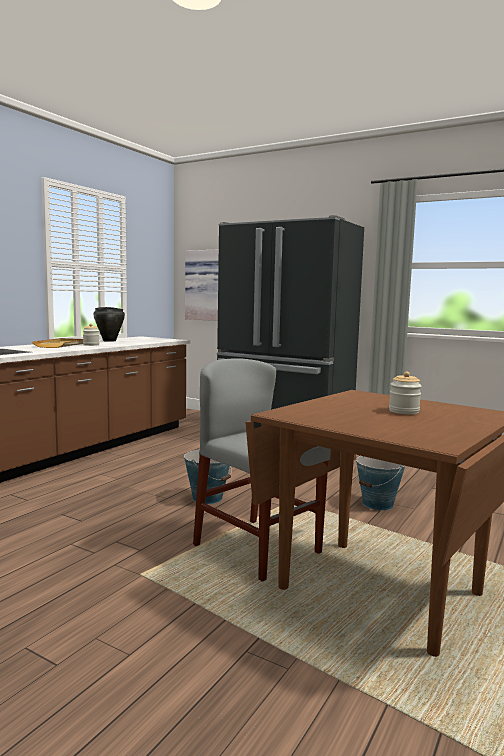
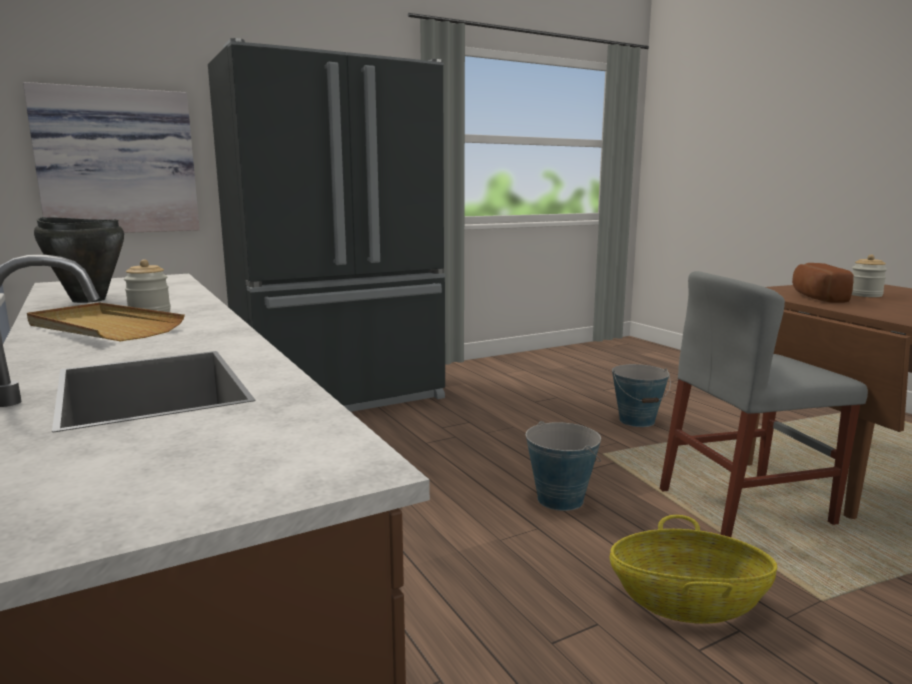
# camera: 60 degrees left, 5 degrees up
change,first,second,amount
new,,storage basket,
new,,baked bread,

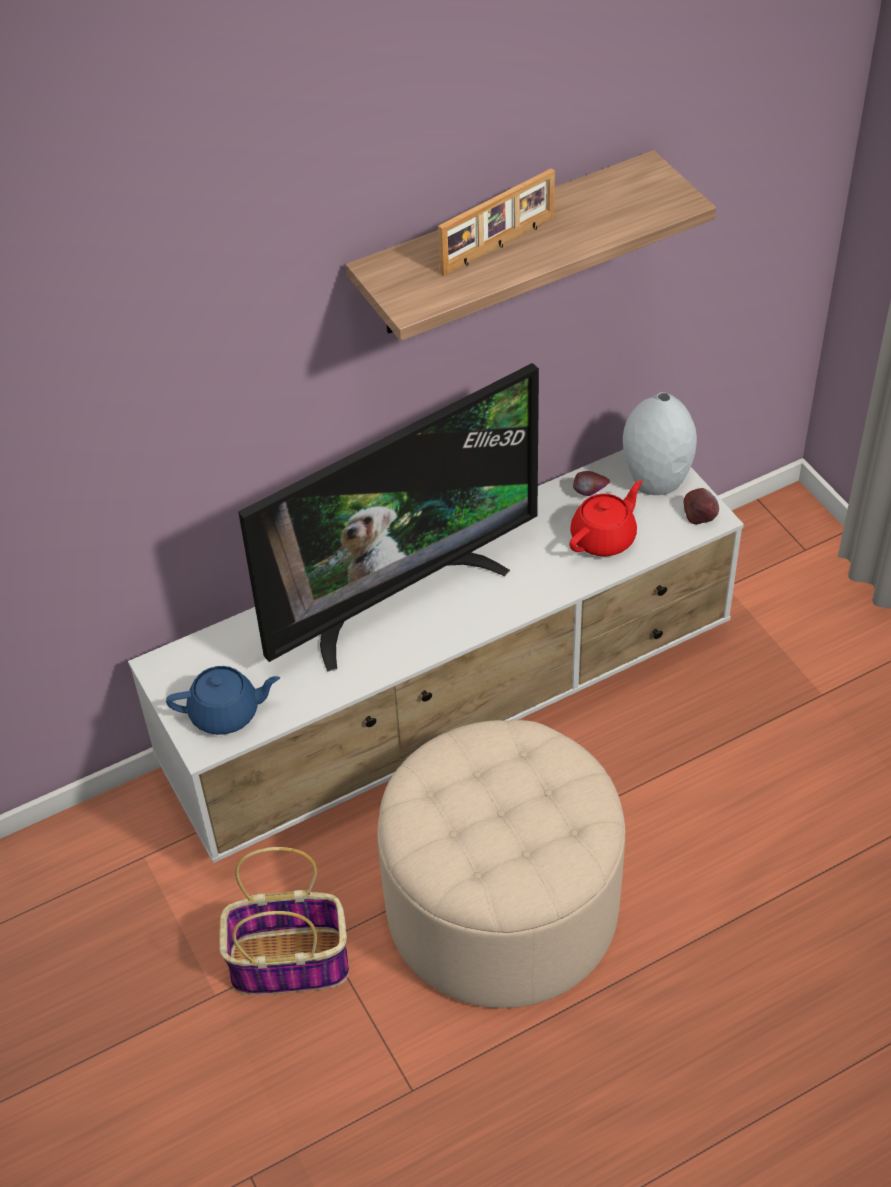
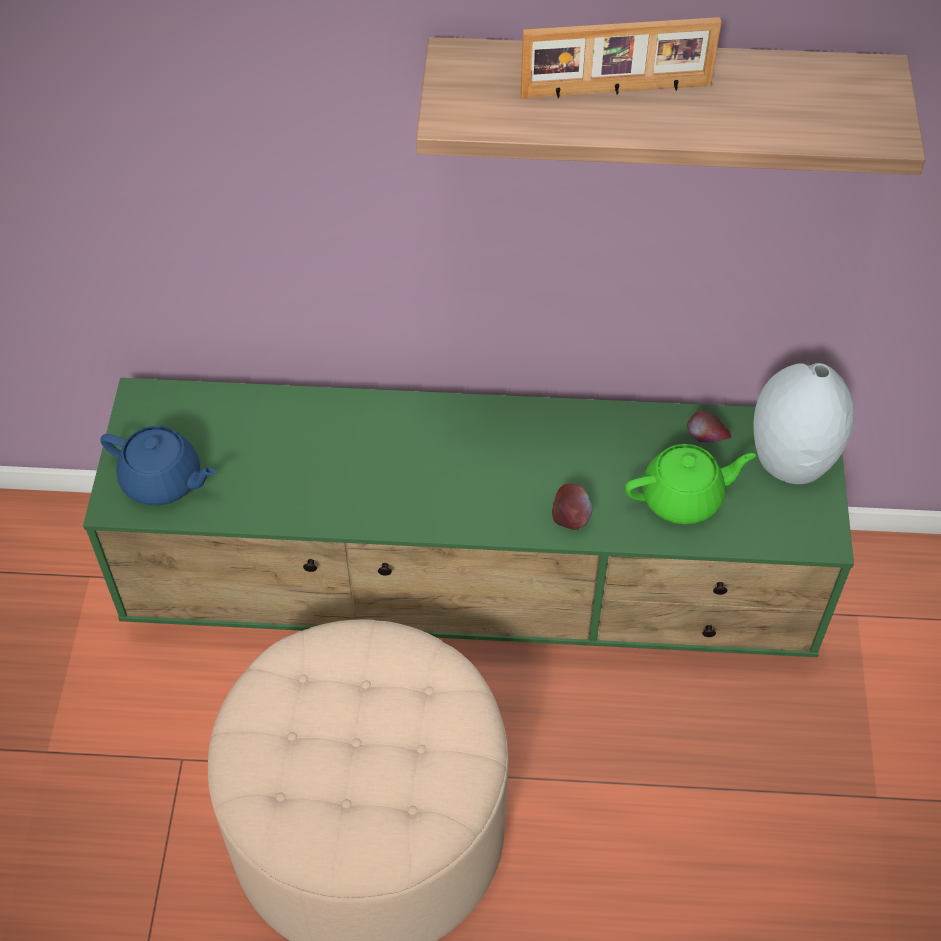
# camera: 30 degrees right, 5 degrees up
change,first,second,amount
repainted,white-coloured tv stand,green-coloured tv stand,
shifted,whole apple (no. 2 from left in the first image),whole apple (no. 1 from left),
repainted,red pot for tea,green-coloured pot for tea,
gone,storage basket,,
gone,TV,,

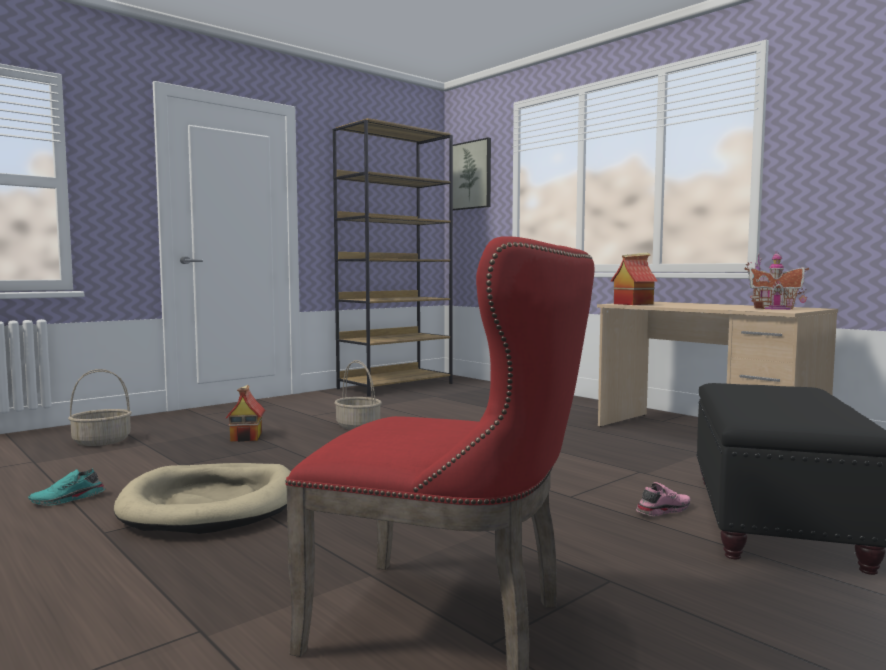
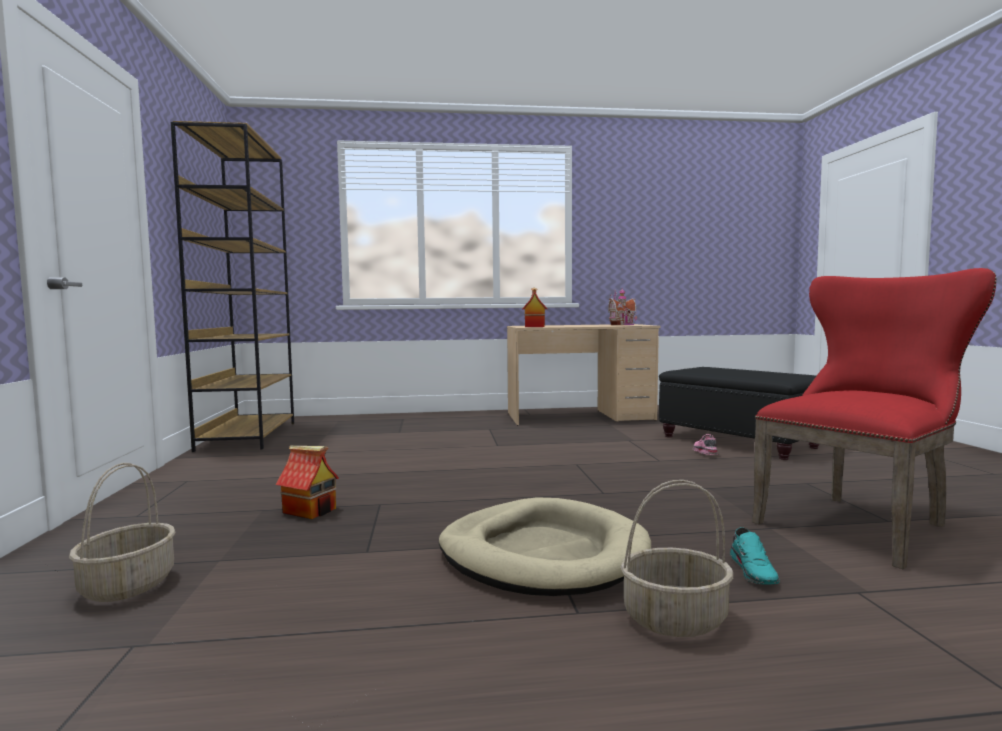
# camera: 55 degrees left, 0 degrees up
change,first,second,amount
shifted,storage basket (no. 2 from left),,
shifted,blue-green low shoe,,
gone,wall art,,

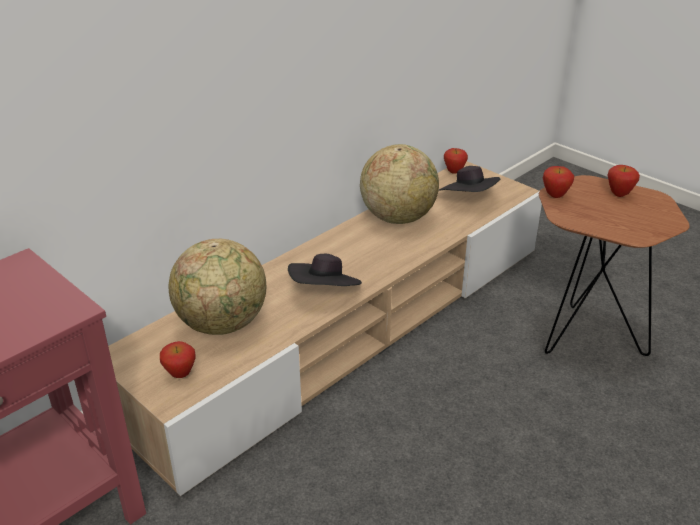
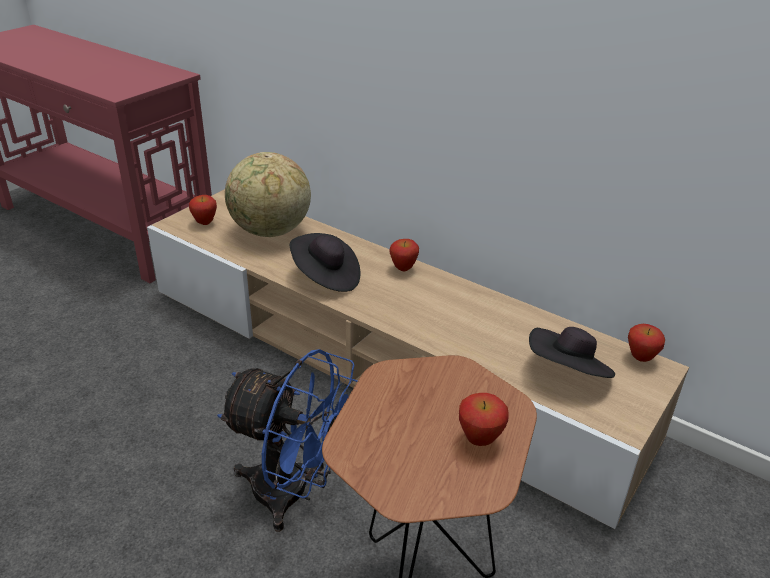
# camera: 80 degrees right, 0 degrees up
change,first,second,amount
new,,blue-coloured fan,
shifted,whole apple (no. 3 from left in the first image),whole apple (no. 2 from left),
gone,globe (no. 2 from left),,

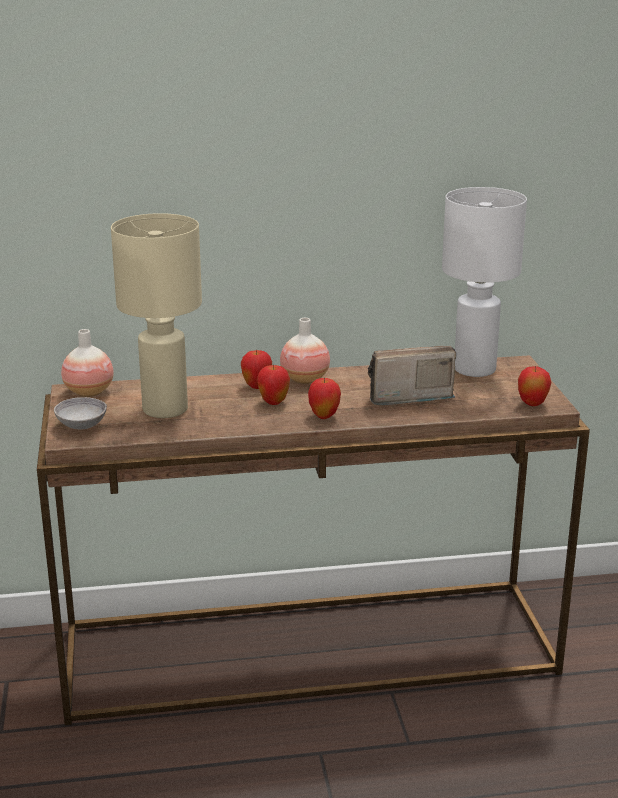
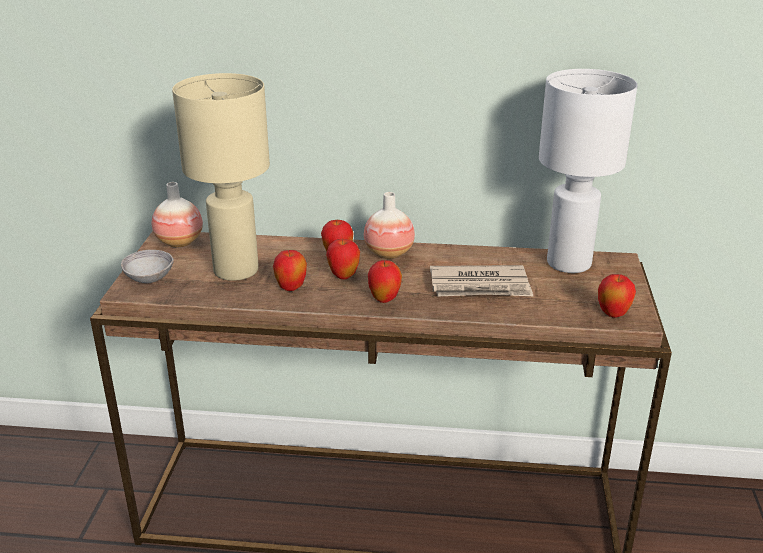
# camera: 15 degrees right, 5 degrees up
change,first,second,amount
new,,whole apple (no. 1 from left),
swapped,radio receiver,newspaper,

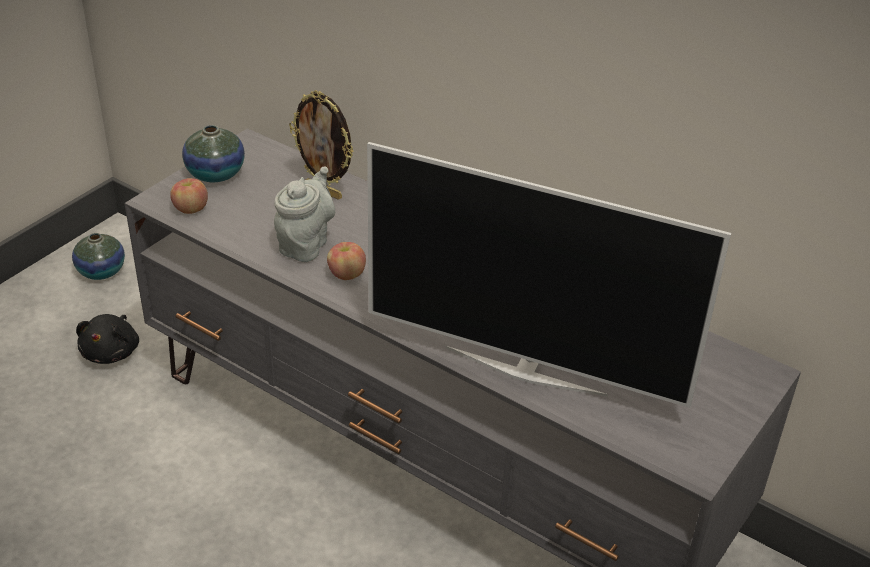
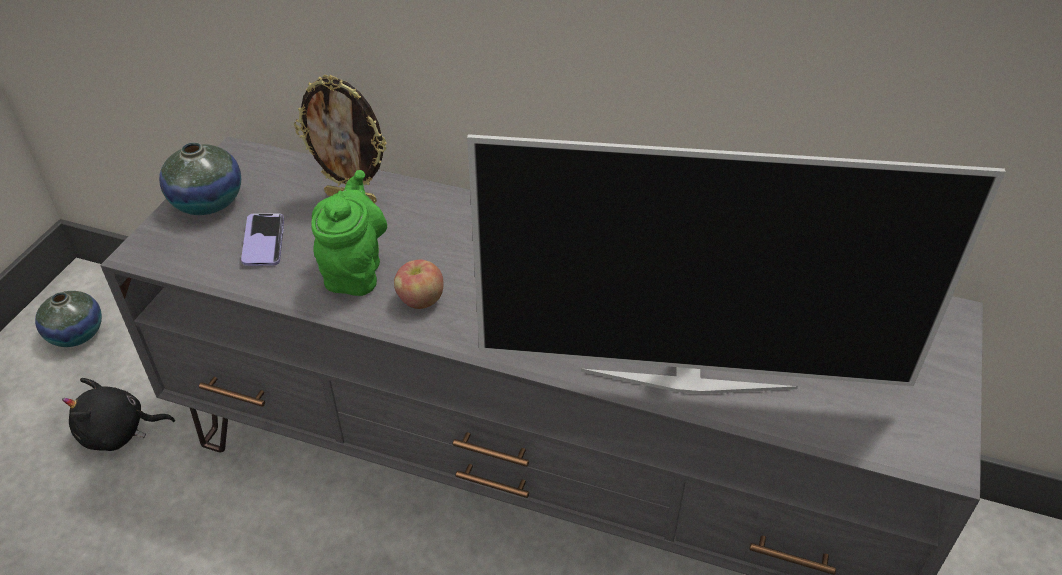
# camera: 15 degrees left, 5 degrees up
change,first,second,amount
rotated,blackish cuddly toy,,90 degrees clockwise
new,,telephone,
repainted,gray pot for tea,green-coloured pot for tea,
gone,whole apple (no. 1 from left),,

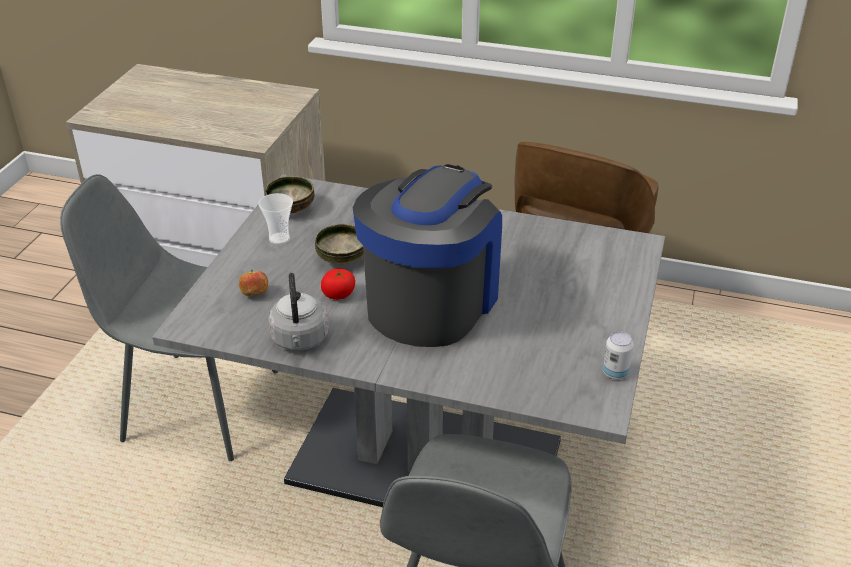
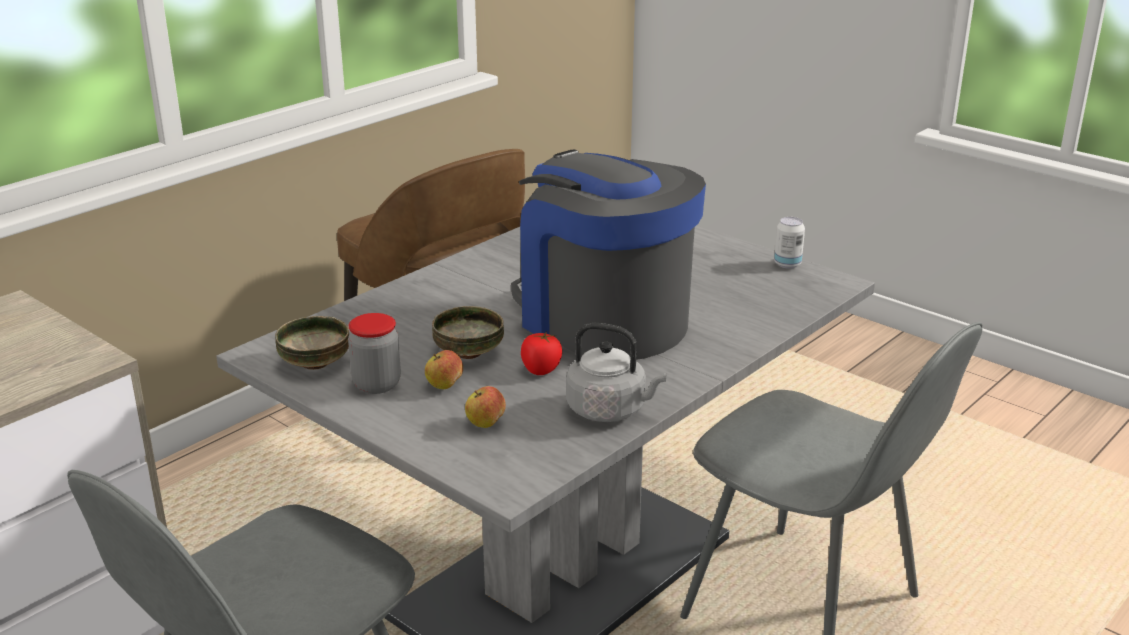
# camera: 65 degrees left, 10 degrees down
change,first,second,amount
swapped,cup,jar,
new,,whole apple (no. 1 from left),

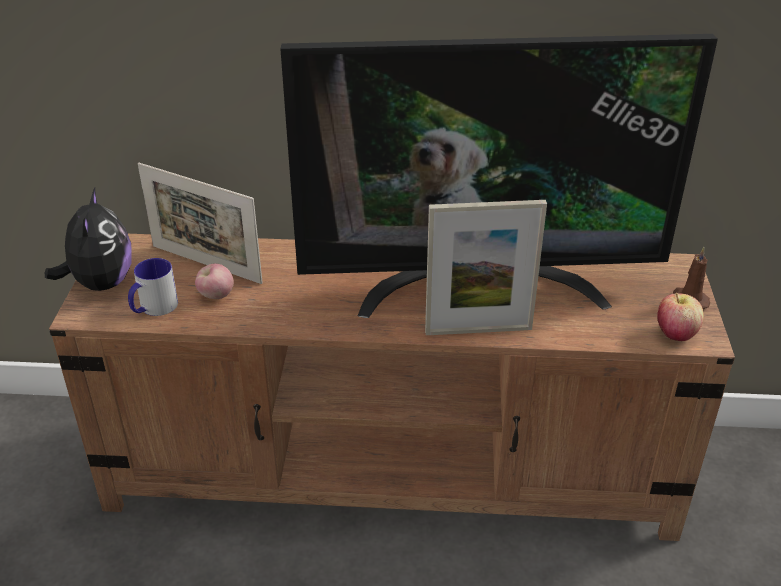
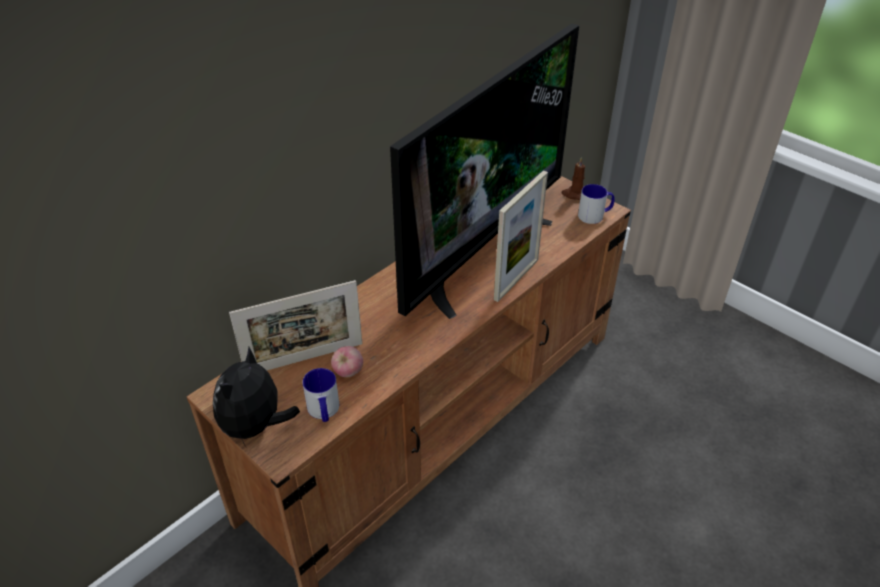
# camera: 50 degrees left, 5 degrees up
change,first,second,amount
rotated,cuddly toy,,105 degrees counterclockwise
swapped,whole apple (no. 2 from left),coffee mug (no. 2 from left),

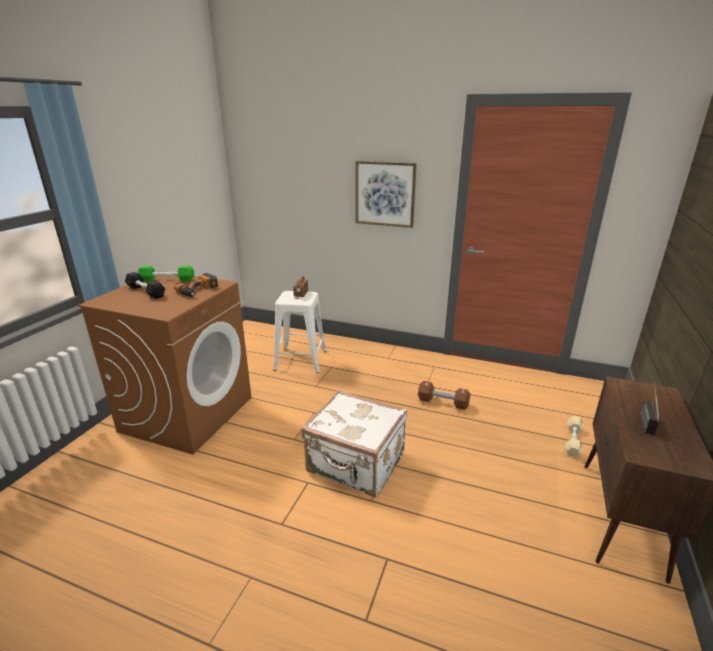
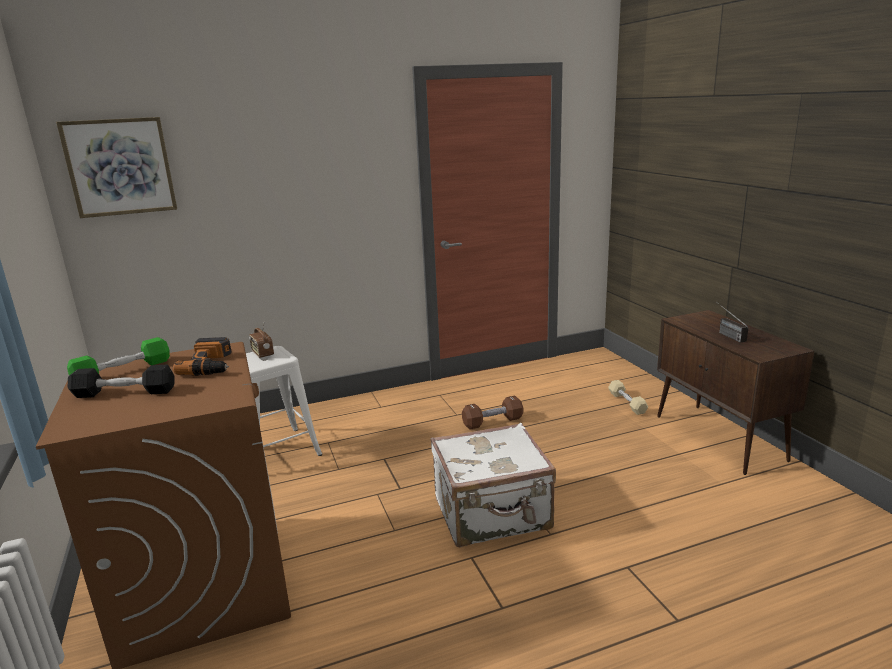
# camera: 40 degrees left, 5 degrees down
change,first,second,amount
shifted,wall art,,

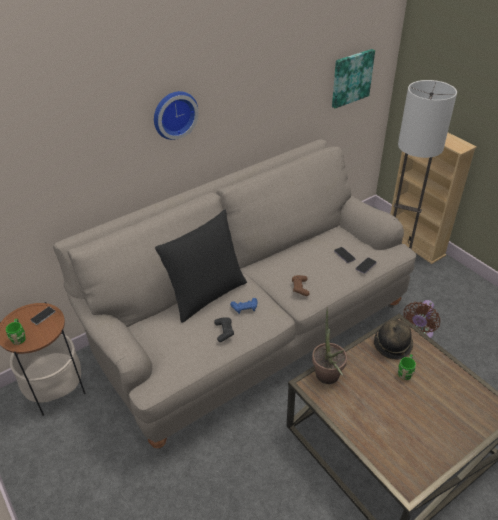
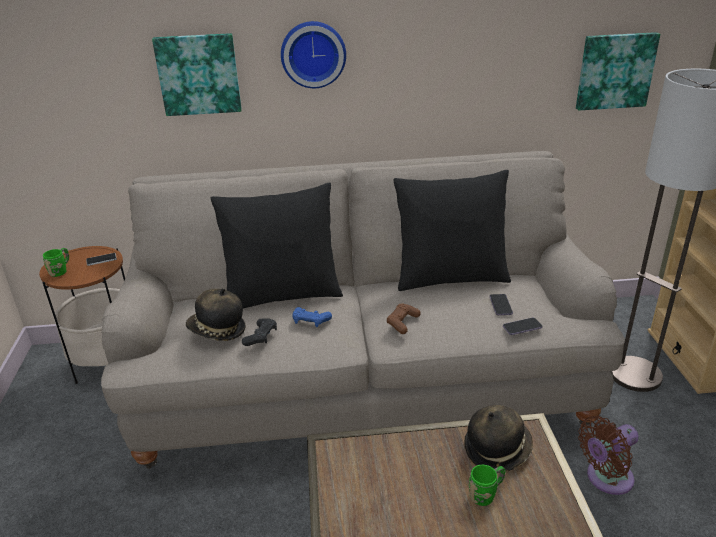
# camera: 30 degrees right, 10 degrees down
change,first,second,amount
new,,wall art (no. 1 from left),
new,,hat (no. 1 from left),
new,,blackish pillow (no. 2 from left),
gone,potted plant,,

